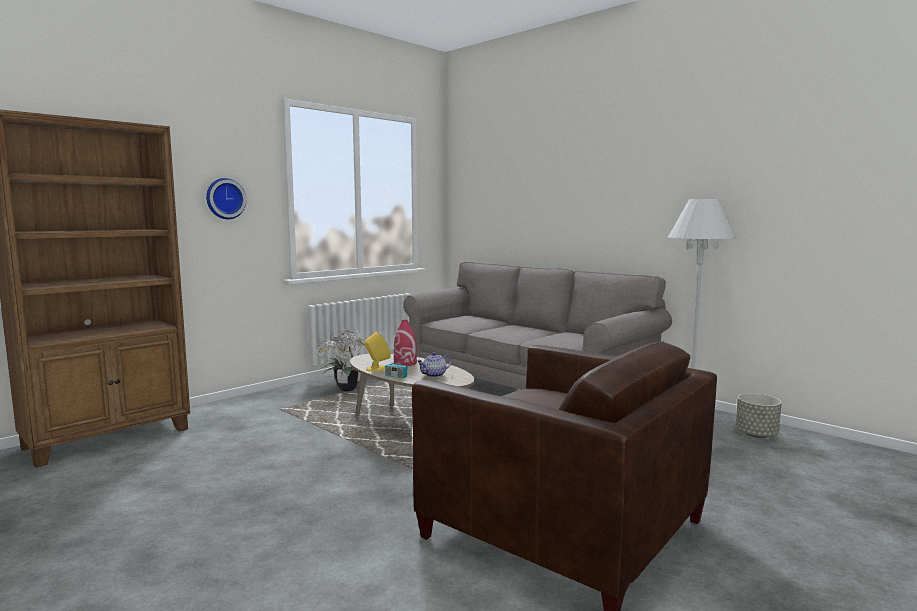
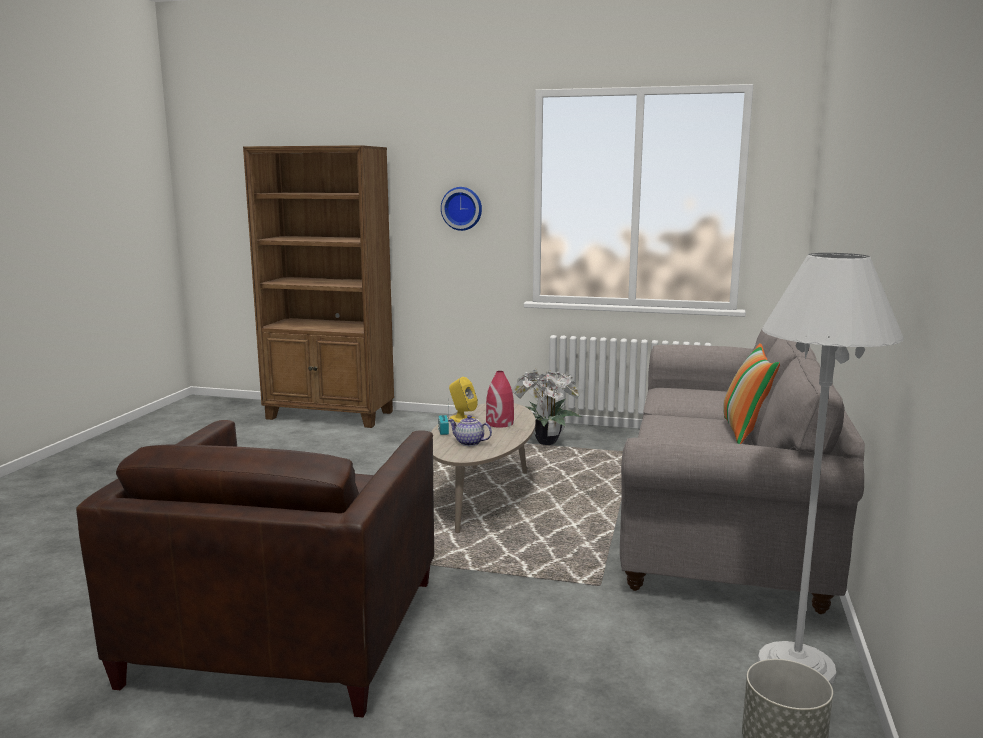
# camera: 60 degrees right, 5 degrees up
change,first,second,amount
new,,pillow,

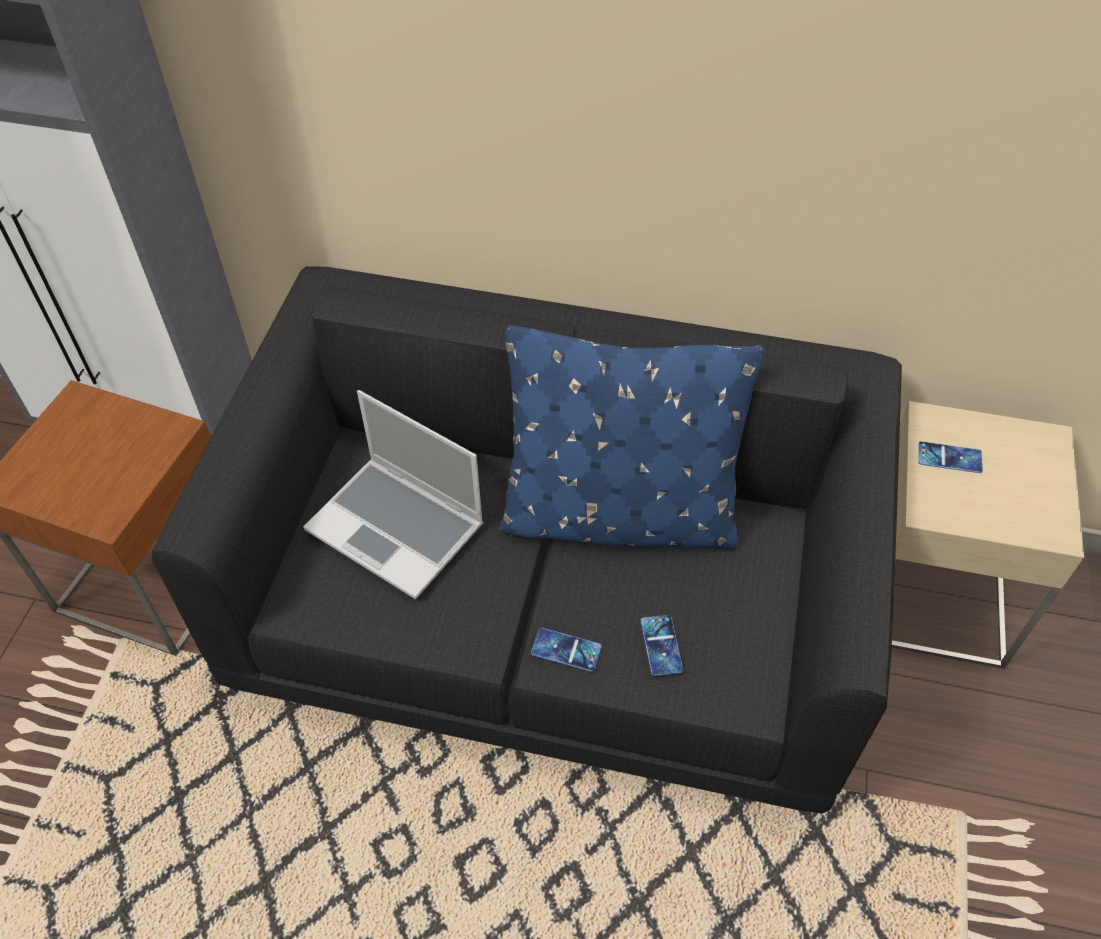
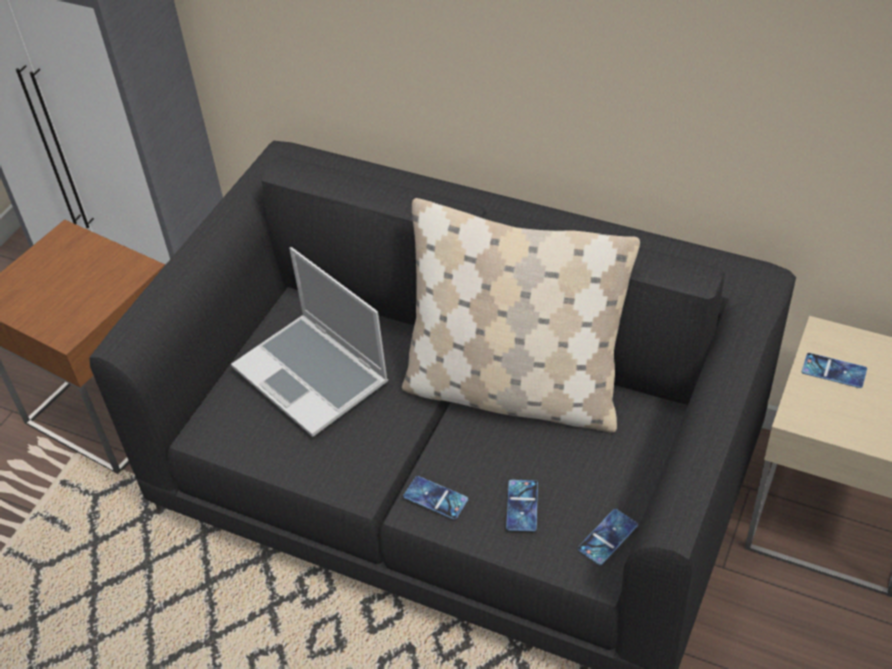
# camera: 15 degrees right, 5 degrees down
change,first,second,amount
repainted,blue-coloured pillow,beige-coloured pillow,
new,,telephone (no. 3 from left),

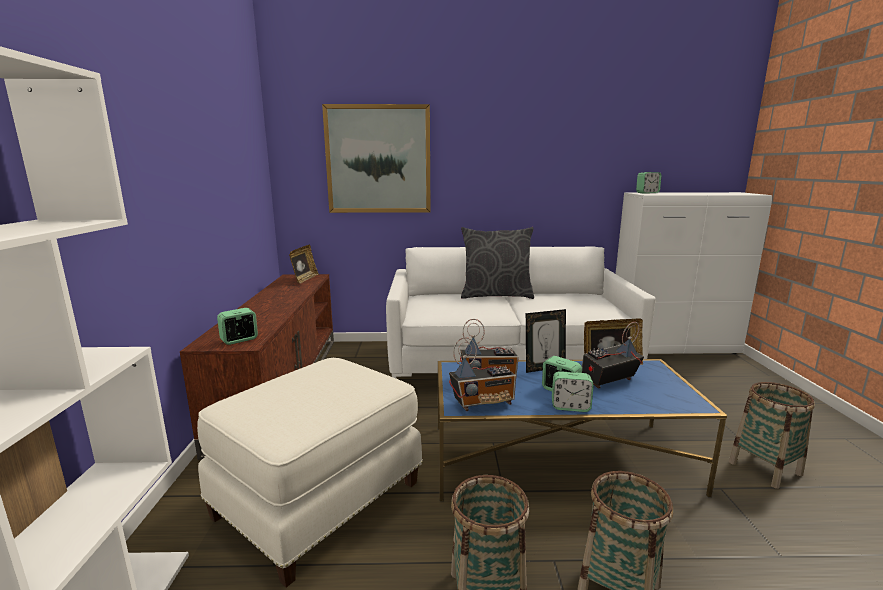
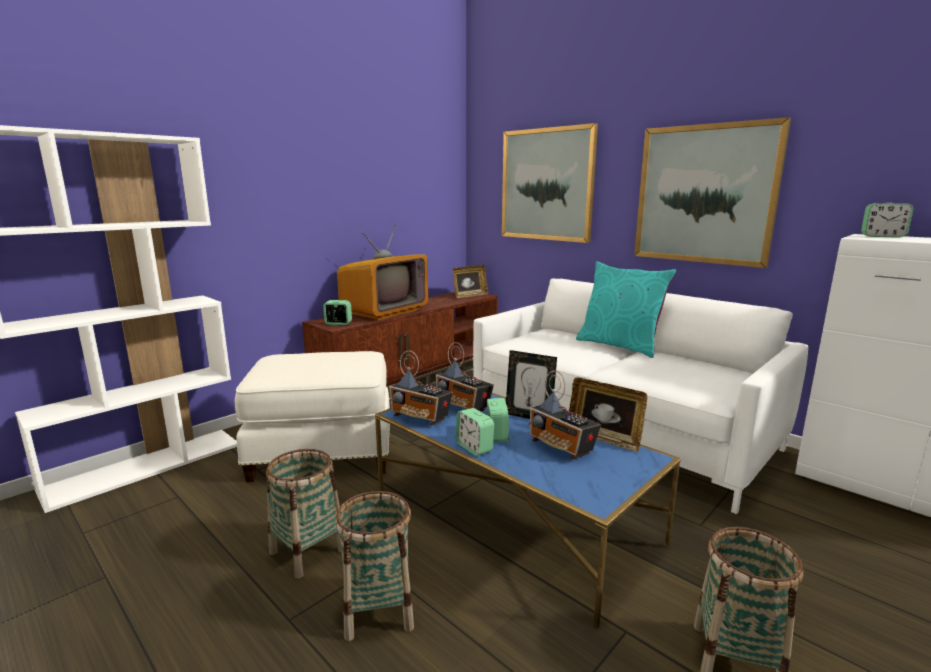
# camera: 45 degrees right, 0 degrees up
change,first,second,amount
new,,TV,
rotated,radio receiver (no. 3 from left),,150 degrees counterclockwise
repainted,gray pillow,blue-green pillow,
new,,wall art (no. 2 from left),

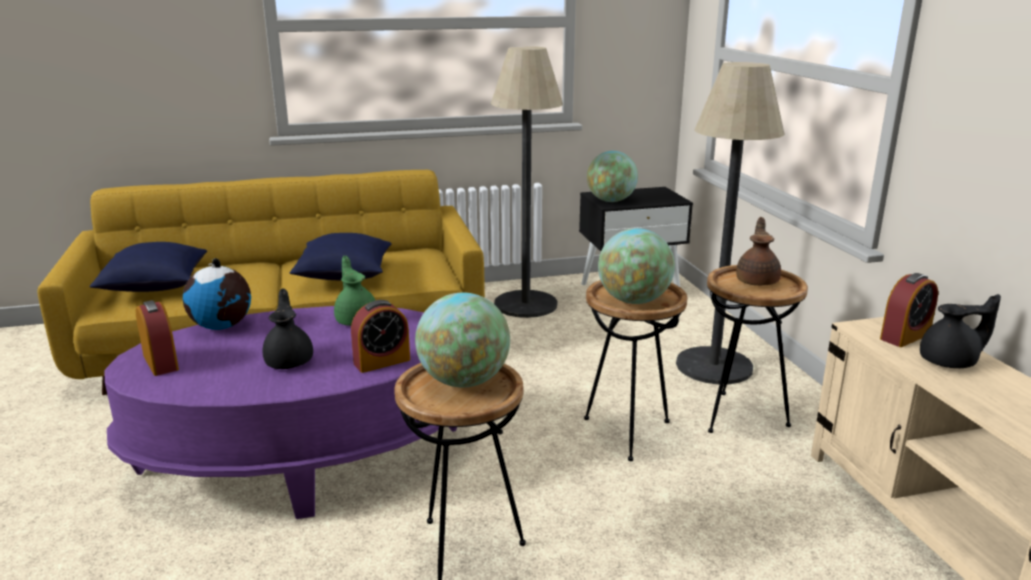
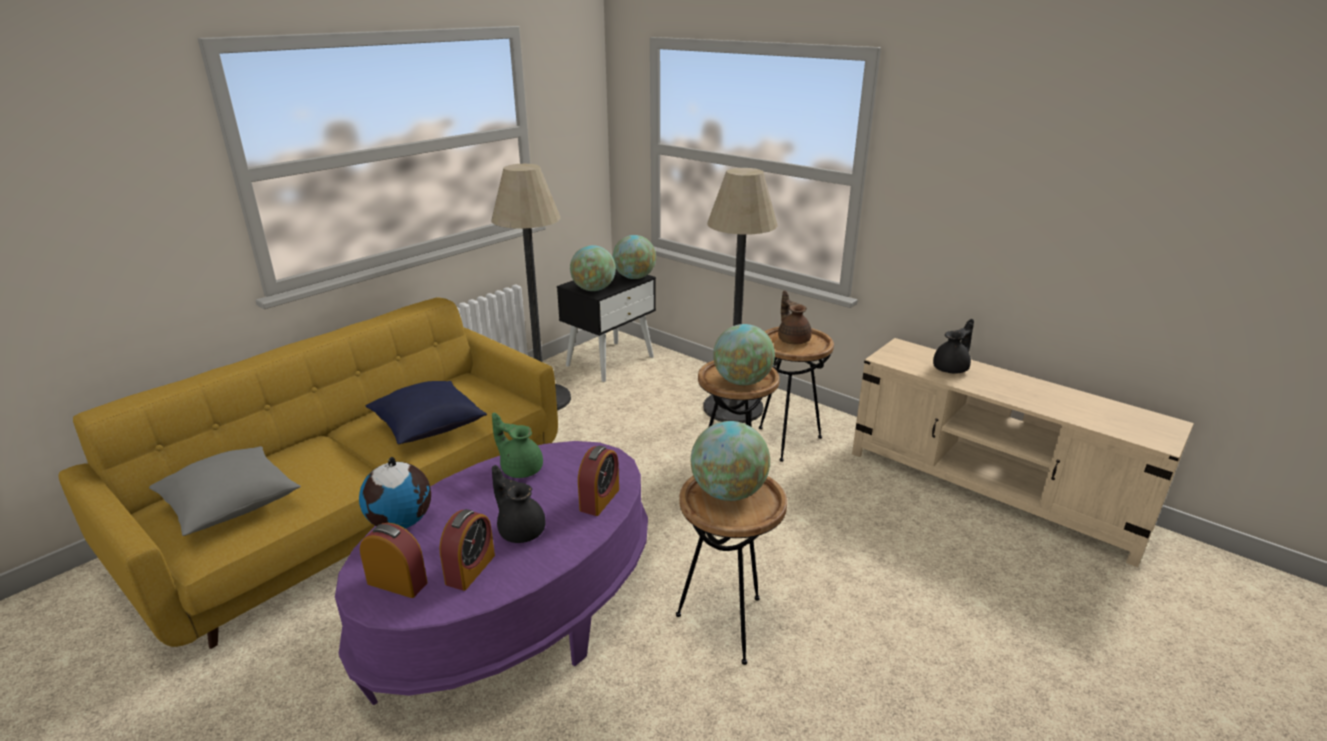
# camera: 35 degrees left, 5 degrees up
change,first,second,amount
repainted,blue-coloured pillow (no. 1 from left),gray pillow,
shifted,table clock (no. 3 from left in the first image),table clock (no. 2 from left),
new,,globe (no. 3 from left),

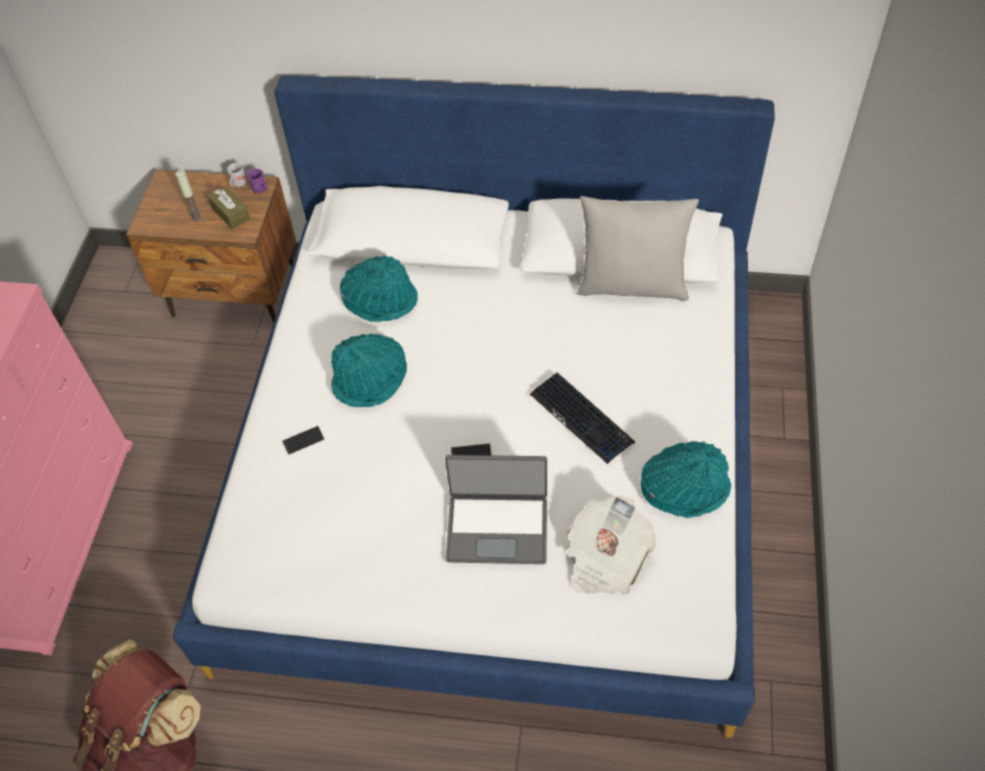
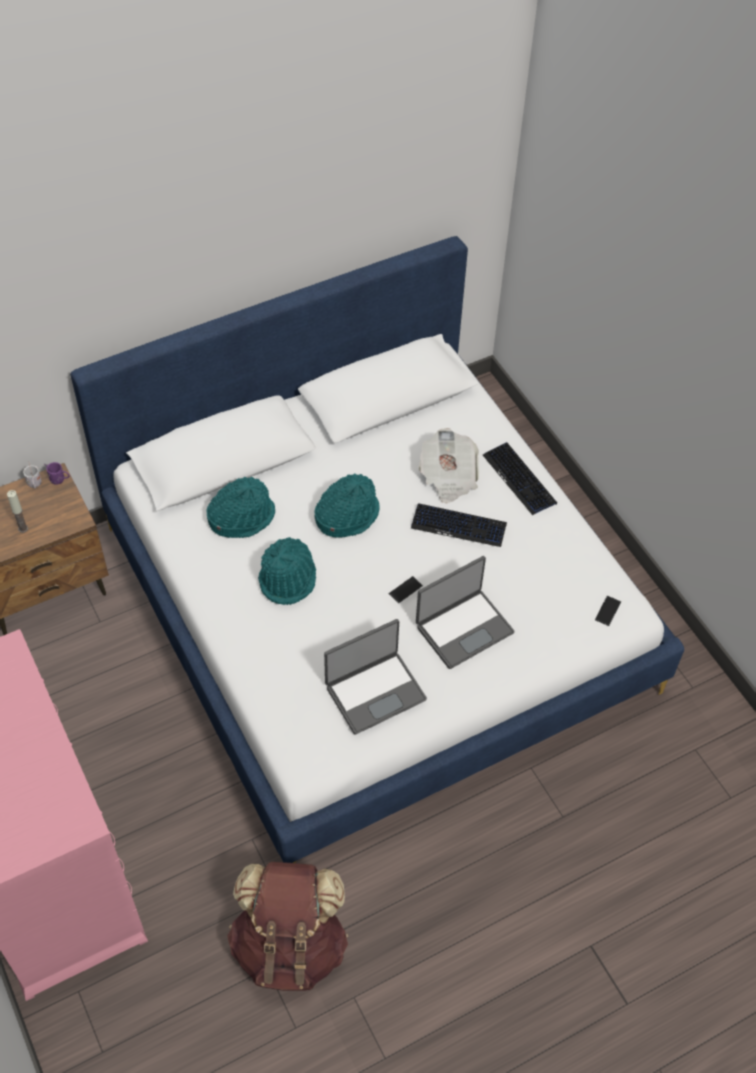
# camera: 40 degrees left, 0 degrees up
change,first,second,amount
shifted,blue-green hat (no. 3 from left),,
new,,laptop (no. 1 from left),
shifted,newspaper,,
new,,PC keyboard (no. 2 from left),
shifted,telephone (no. 1 from left in the first image),telephone (no. 2 from left),
gone,brown tissue holder,,
gone,gray pillow,,

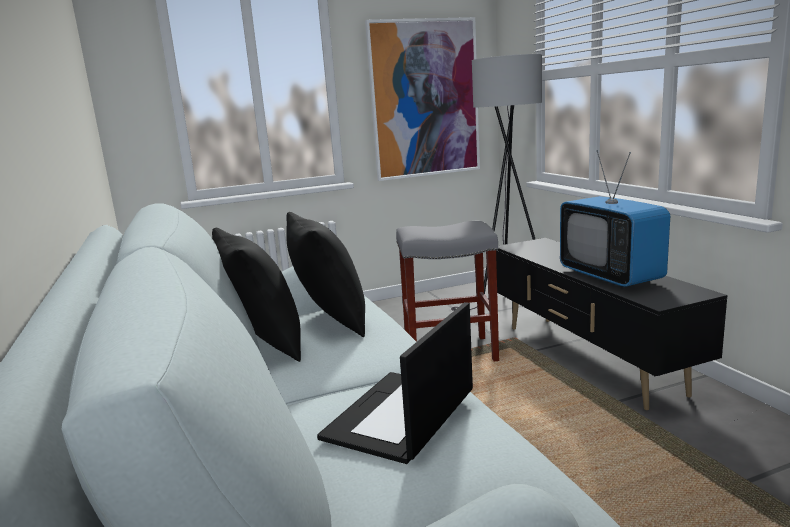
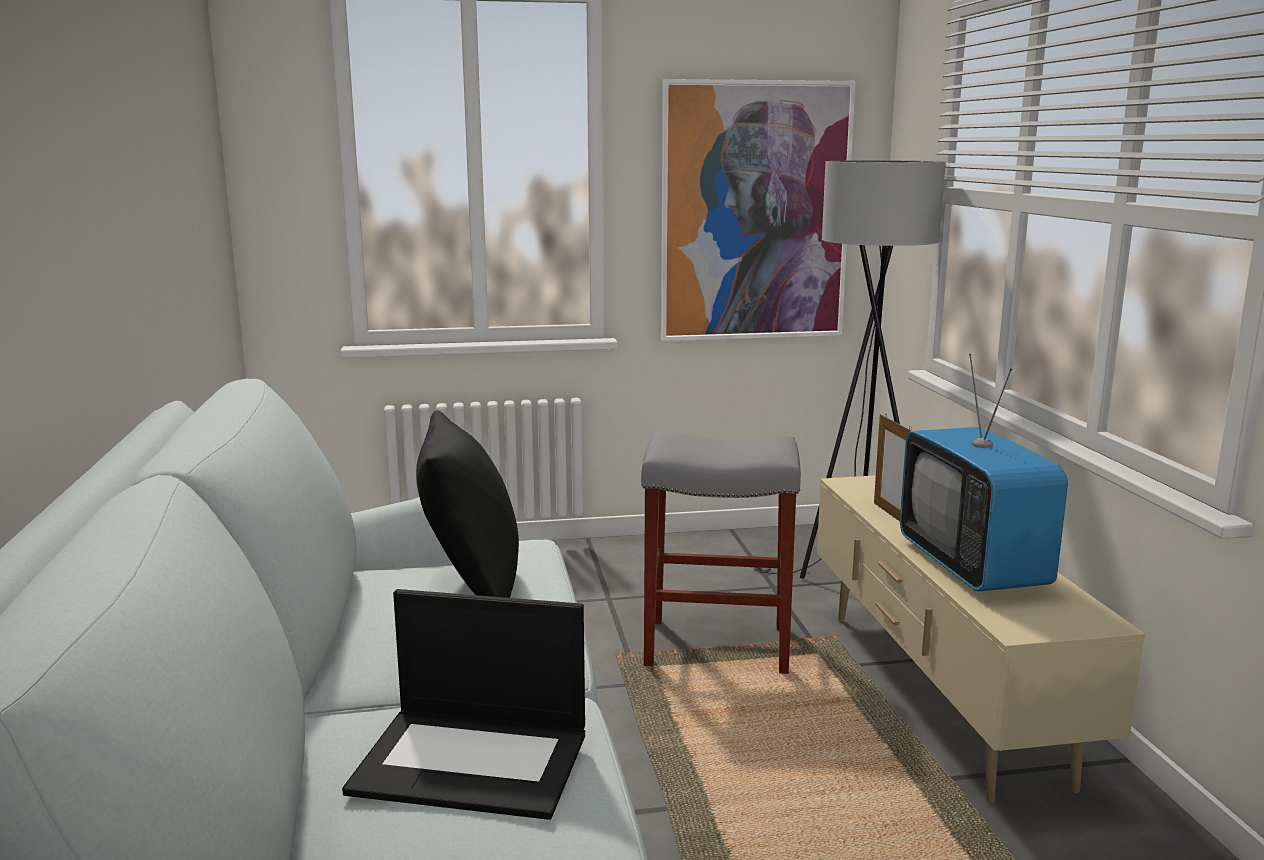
# camera: 10 degrees right, 0 degrees up
change,first,second,amount
rotated,laptop,,120 degrees counterclockwise
repainted,blackish tv stand,beige-coloured tv stand,
new,,photo frame,
gone,blackish pillow (no. 1 from left),,

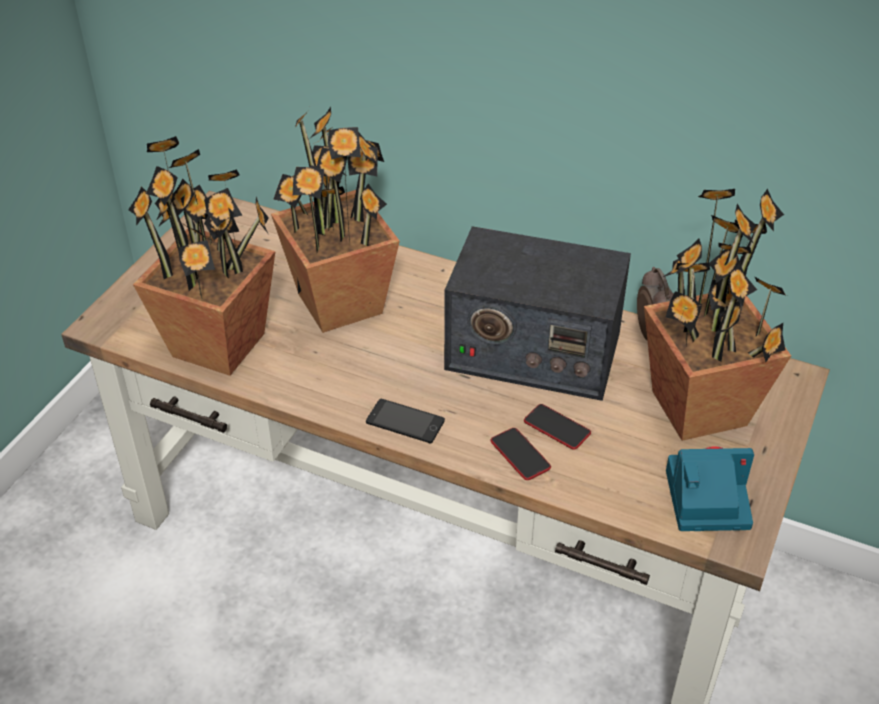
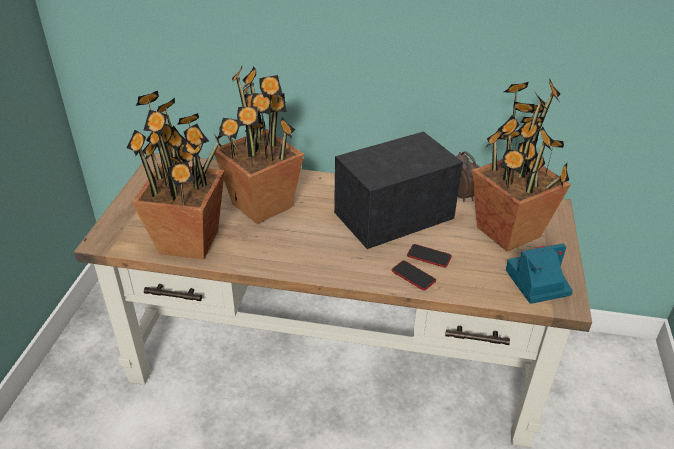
# camera: 15 degrees left, 5 degrees down
change,first,second,amount
rotated,radio receiver,,150 degrees clockwise
gone,telephone (no. 1 from left),,

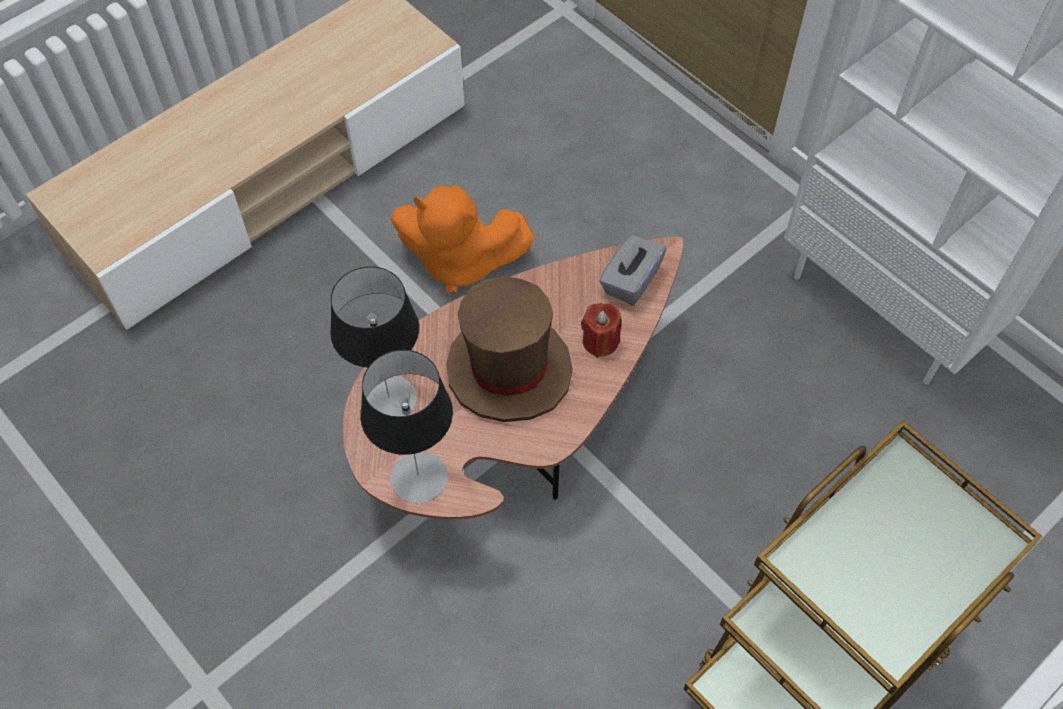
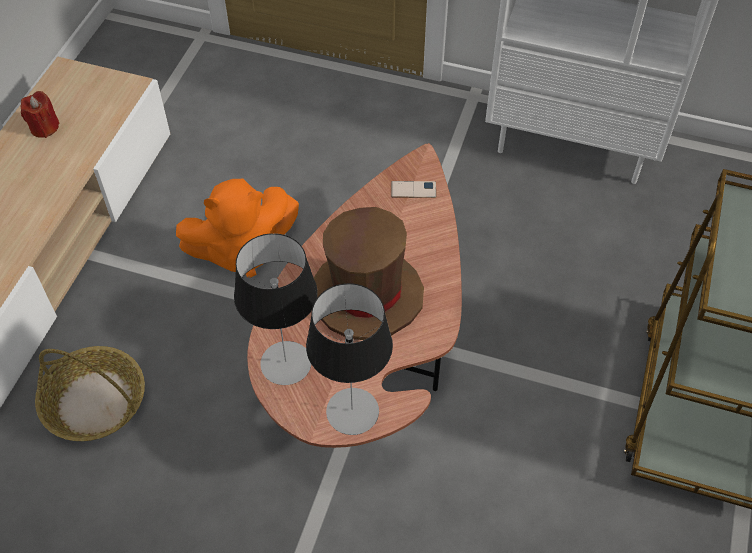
# camera: 30 degrees left, 5 degrees down
change,first,second,amount
shifted,red wax light,,
new,,storage basket,
swapped,gray tissue holder,telephone,

